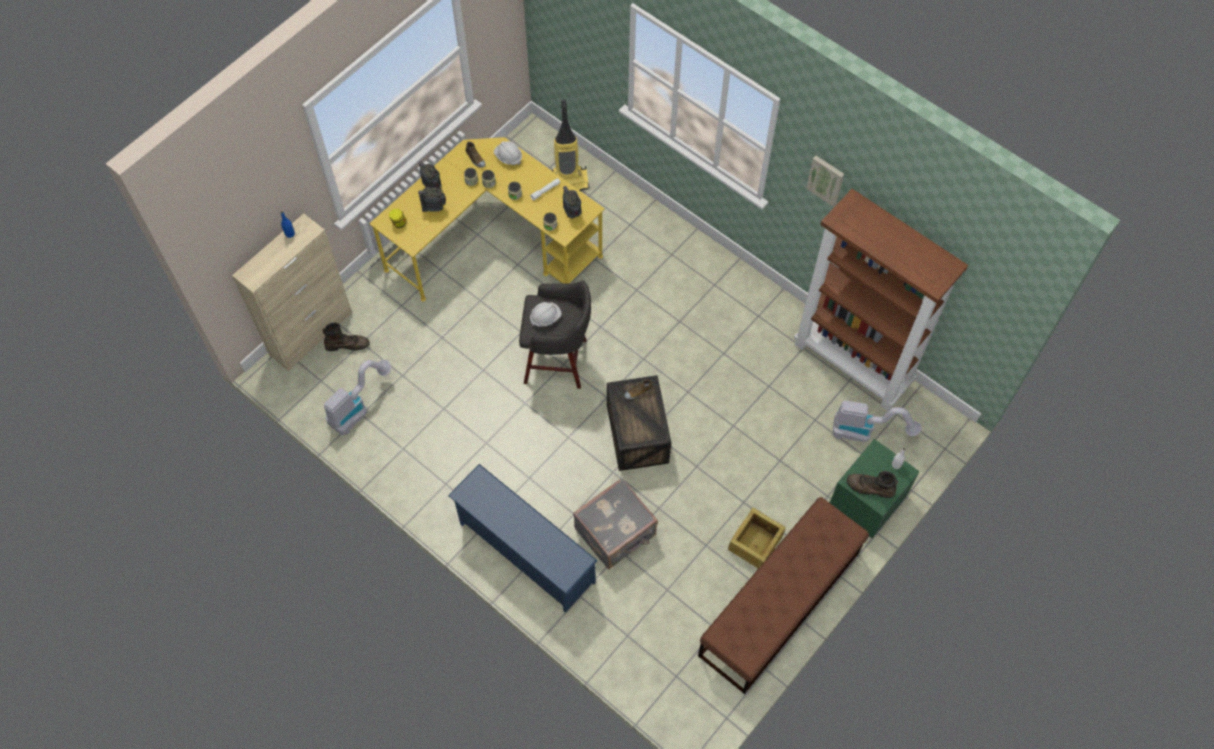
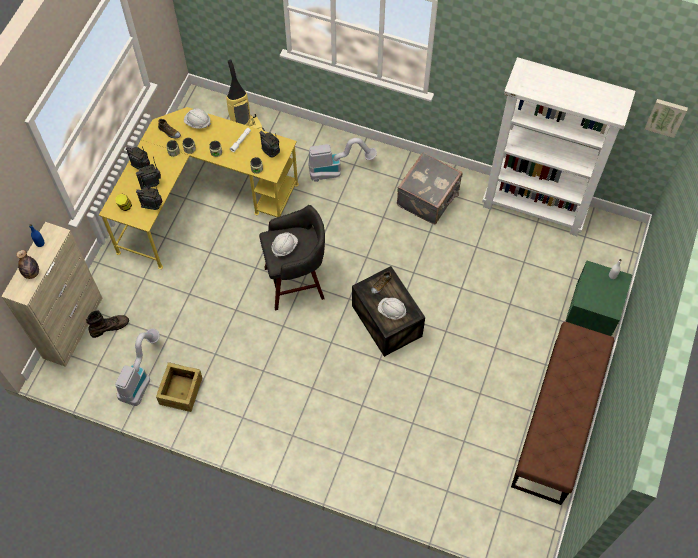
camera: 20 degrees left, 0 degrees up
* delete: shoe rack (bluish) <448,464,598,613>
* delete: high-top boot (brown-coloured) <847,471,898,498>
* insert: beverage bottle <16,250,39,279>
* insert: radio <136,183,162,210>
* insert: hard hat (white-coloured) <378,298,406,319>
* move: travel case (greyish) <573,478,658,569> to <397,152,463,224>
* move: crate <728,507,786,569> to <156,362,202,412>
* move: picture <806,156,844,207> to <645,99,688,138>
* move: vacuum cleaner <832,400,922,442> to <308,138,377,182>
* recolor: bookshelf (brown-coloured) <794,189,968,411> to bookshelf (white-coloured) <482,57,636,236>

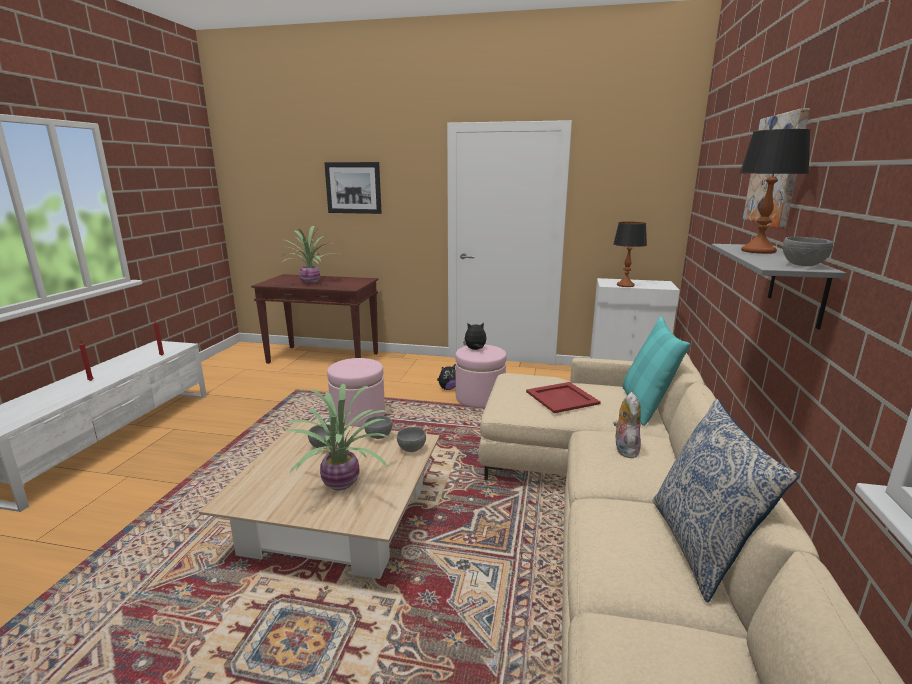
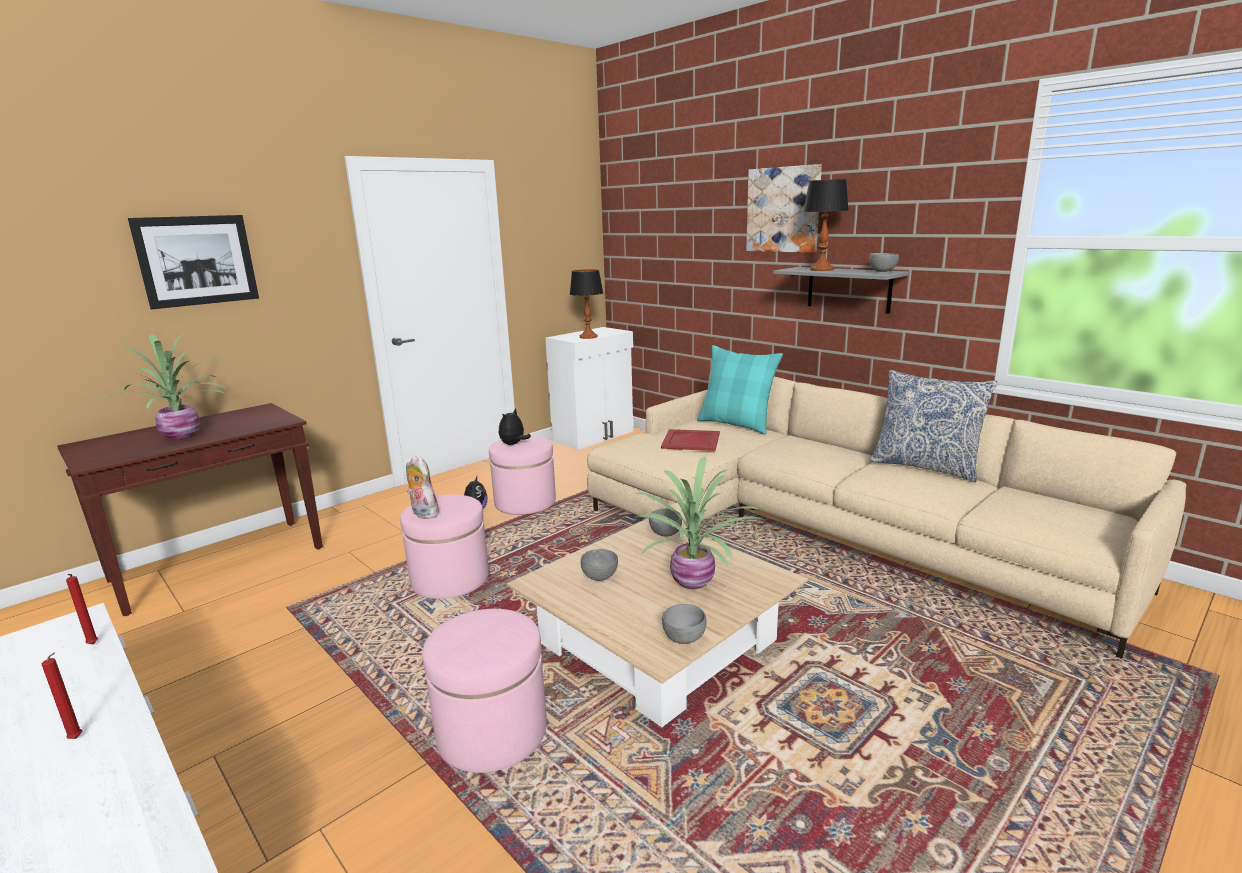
camera: 55 degrees left, 0 degrees up
* insert: pouffe (pinkish) <423,609,547,773>
* move: serving bowl (greyish) <364,416,392,439> to <662,604,706,644>
* move: soft toy <613,392,641,458> to <406,456,439,519>

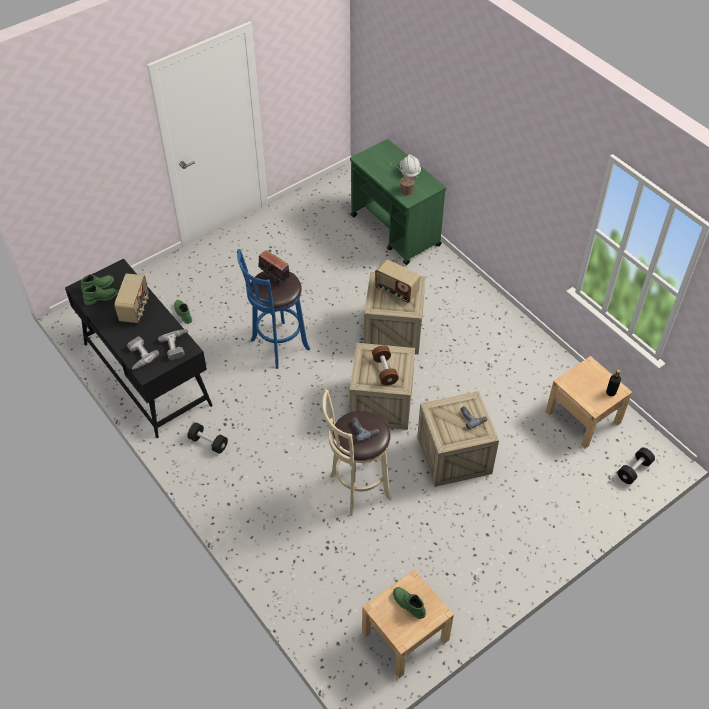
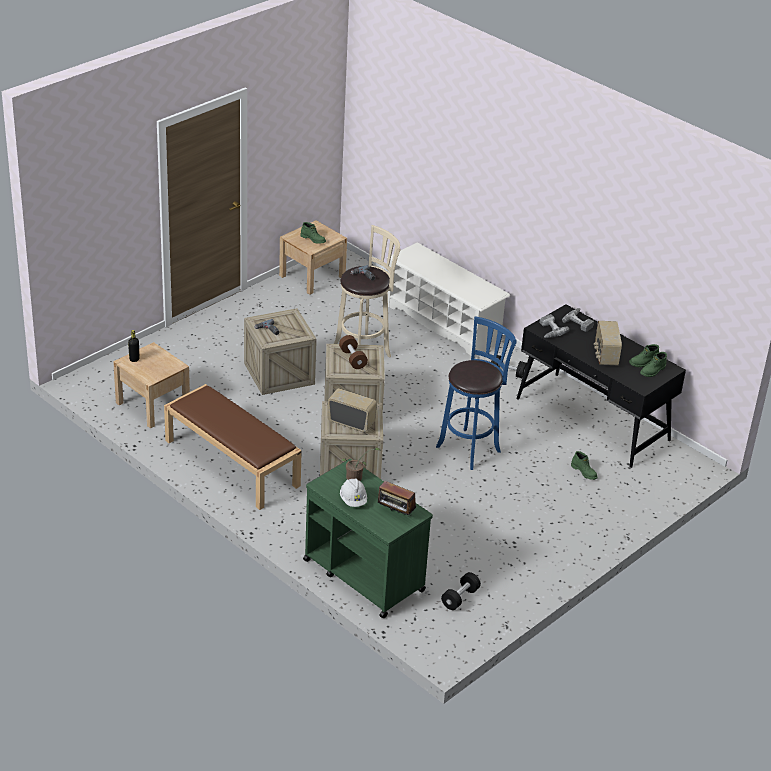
camera: 170 degrees right, 15 degrees down
* insert: indoor bench (brown-coloured) <164,384,302,510>
* insert: shoe rack (white-coloured) <387,242,510,358>
* move: radio <258,250,290,283> to <378,481,416,516>
* move: free weight (black) <617,447,655,484> to <441,572,481,610>

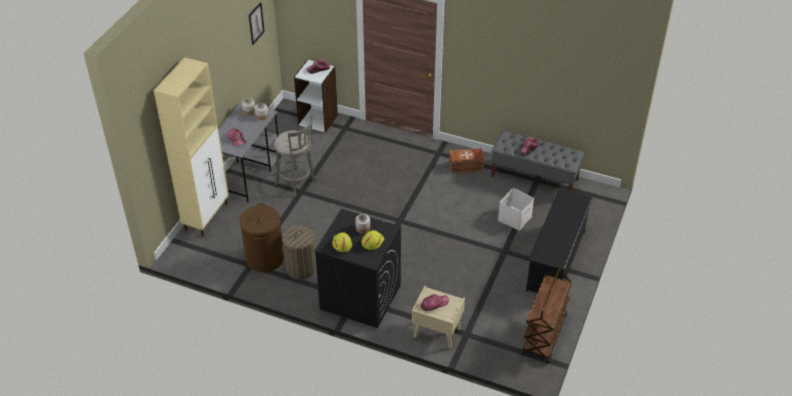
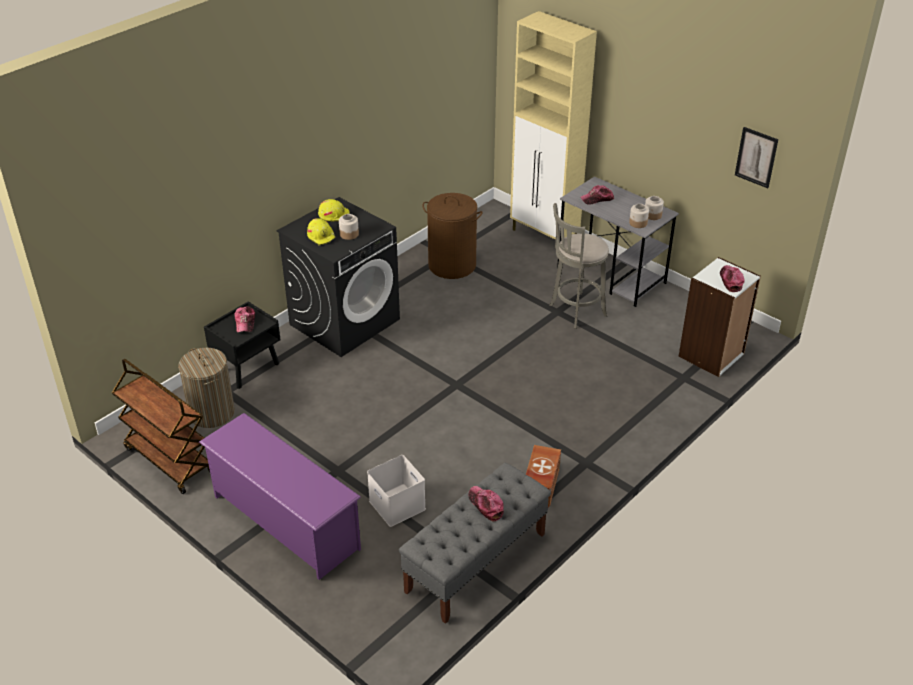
camera: 110 degrees right, 5 degrees down
* move: laundry basket <282,225,317,280> to <178,348,235,428>
* recolor: nightstand (beige-coloured) <412,286,465,349> to nightstand (black) <204,301,281,389>
* recolor: shoe rack (black) <526,188,593,293> to shoe rack (purple-coloured) <199,413,361,580>

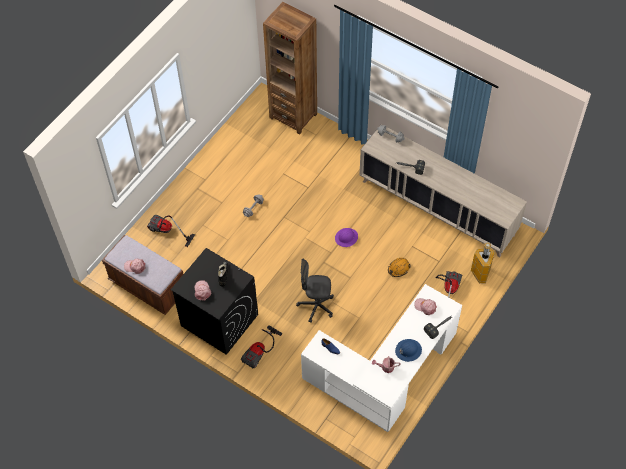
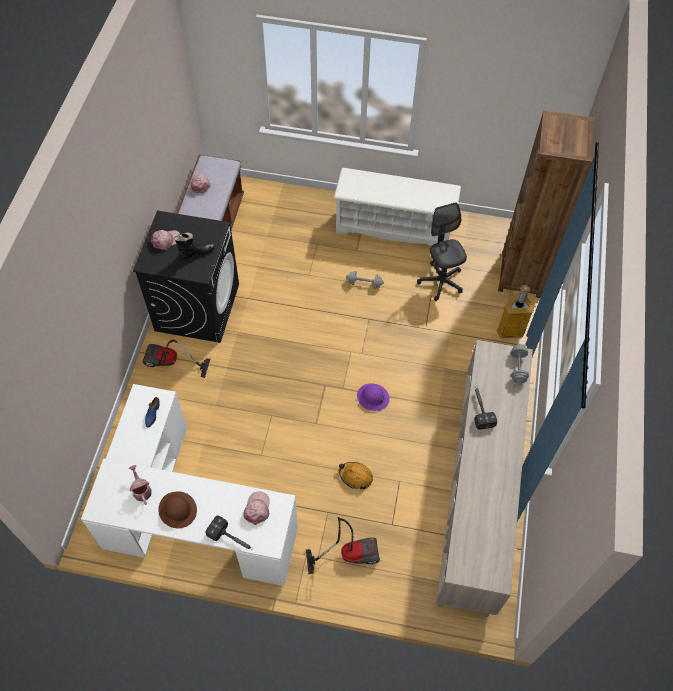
camera: 65 degrees right, 0 degrees up
* delete: vacuum cleaner <147,215,195,247>
* insert: shoe rack (white-coloured) <334,168,461,246>
* move: desk chair (greyish) <296,259,334,322> to <417,202,467,301>
* move: trash can <471,242,495,283> to <496,285,534,338>
* recolor: hard hat (bluish) <395,339,422,362> to hard hat (brown-coloured) <159,492,197,529>

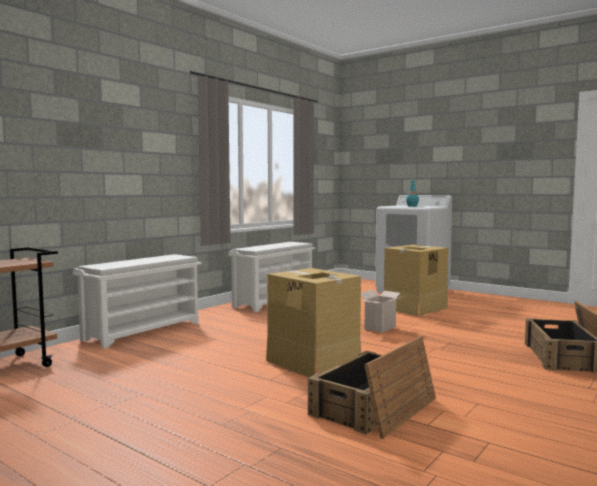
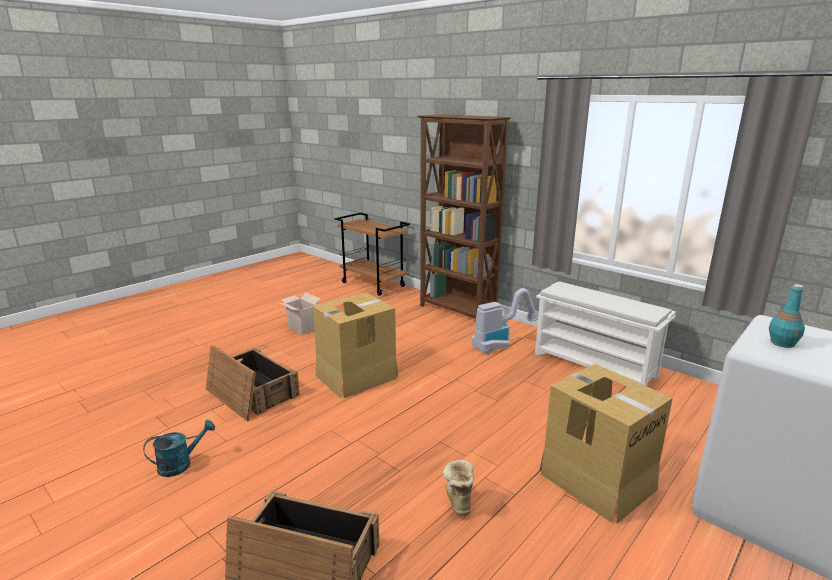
camera: 95 degrees right, 15 degrees up
* insert: watering pot (turquoise) <143,420,215,477>
* insert: high-top boot <443,460,474,516>
* insert: vacuum cleaner <472,288,539,355>
* move: carton <361,289,404,333> to <279,293,320,335>
* replace: shoe rack (white-coloured) <73,254,202,349> to bookshelf (brown-coloured) <417,114,511,319>

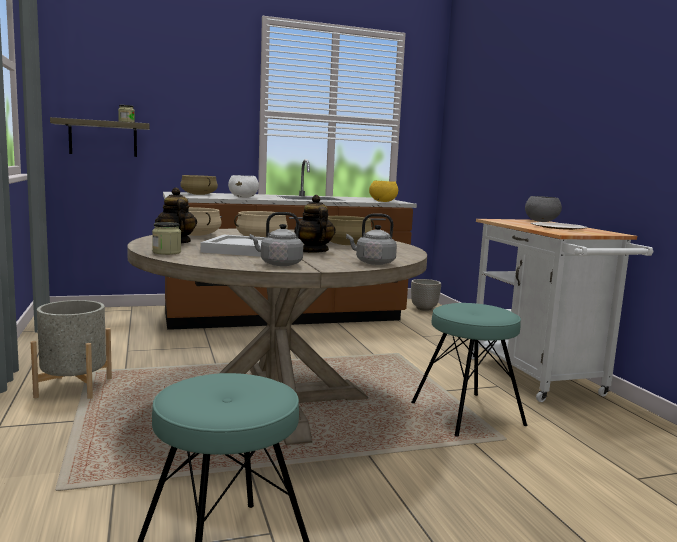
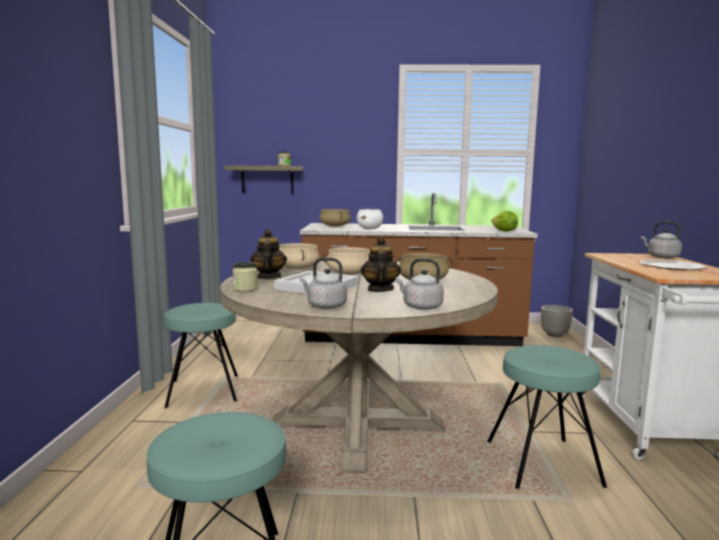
camera: 20 degrees right, 0 degrees up
* replace: planter (greyish) <31,300,112,399> to stool seat (turquoise) <164,303,238,408>
* replace: serving bowl (yellowish) <369,181,398,202> to head of lettuce <491,211,518,231>
* replace: serving bowl (greyish) <525,196,562,222> to kettle (greyish) <641,221,682,258>

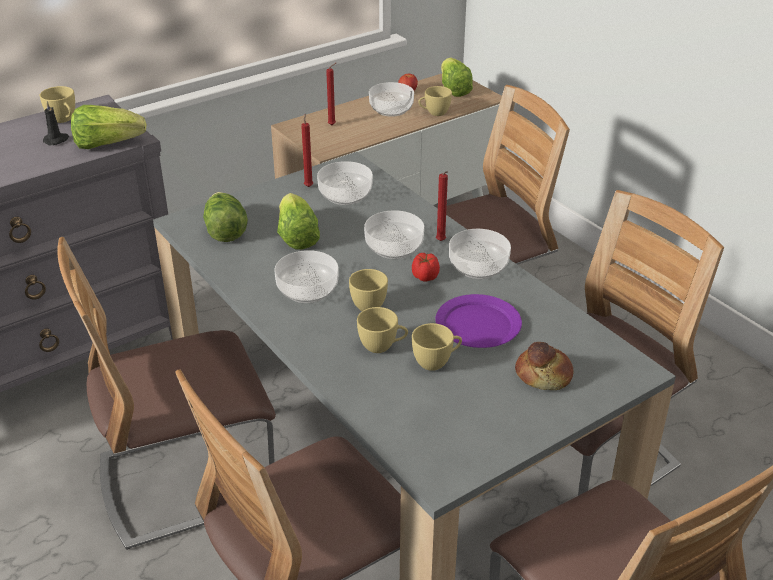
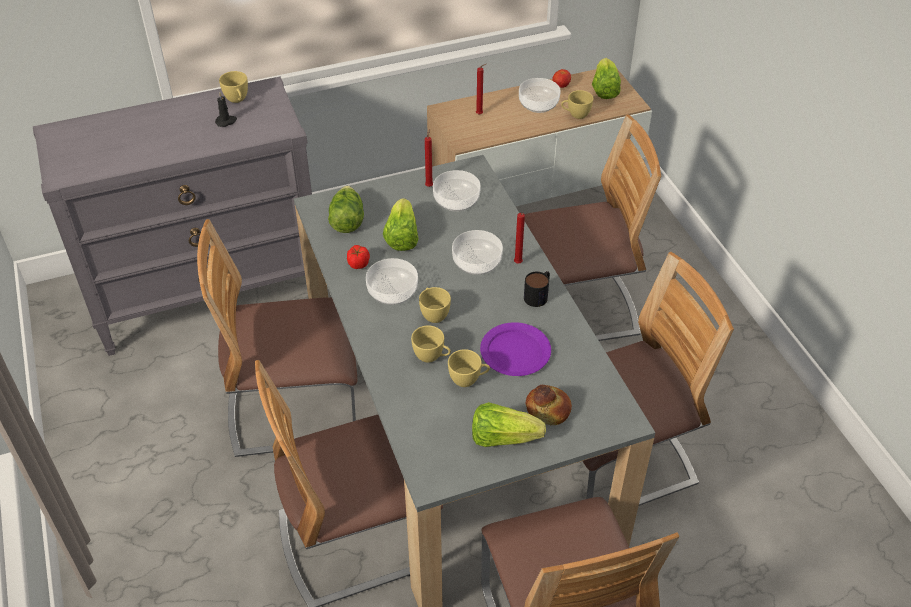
camera: 15 degrees right, 10 degrees up
* move: head of lettuce <71,105,146,149> to <472,402,546,447>
* move: whole tomato <412,253,440,282> to <347,245,370,269>
* replace: serving bowl <449,229,511,279> to mug <524,271,550,307>

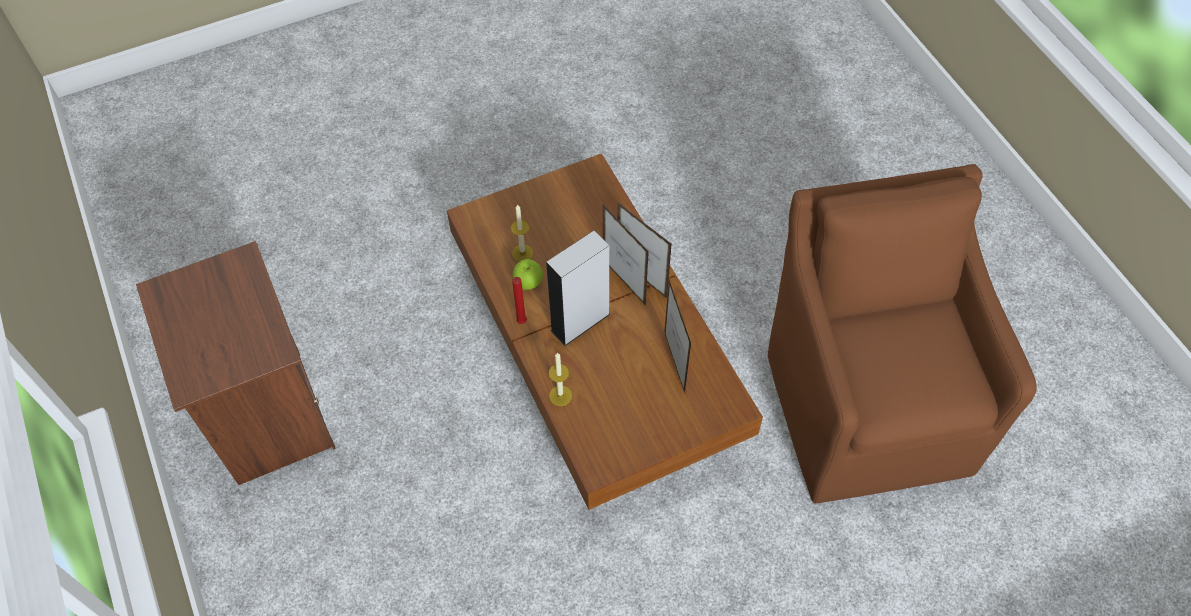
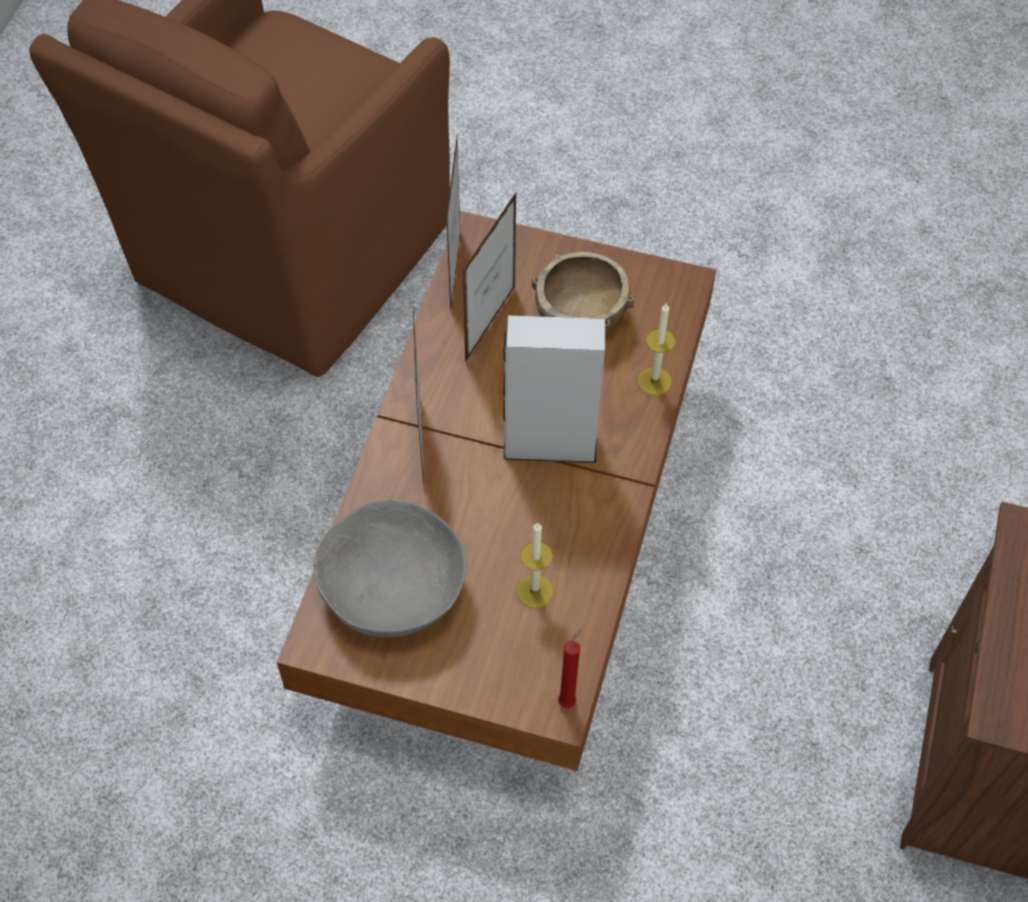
camera: 140 degrees left, 0 degrees up
* delete: apple <513,259,543,290>
* insert: serving bowl (greyish) <313,500,467,637>
* insert: serving bowl (brown-coloured) <532,252,634,332>
* move: candle (red-coloured) <512,277,527,324> to <558,628,582,709>
* move: standing frame <603,204,649,306> to <446,138,460,311>

